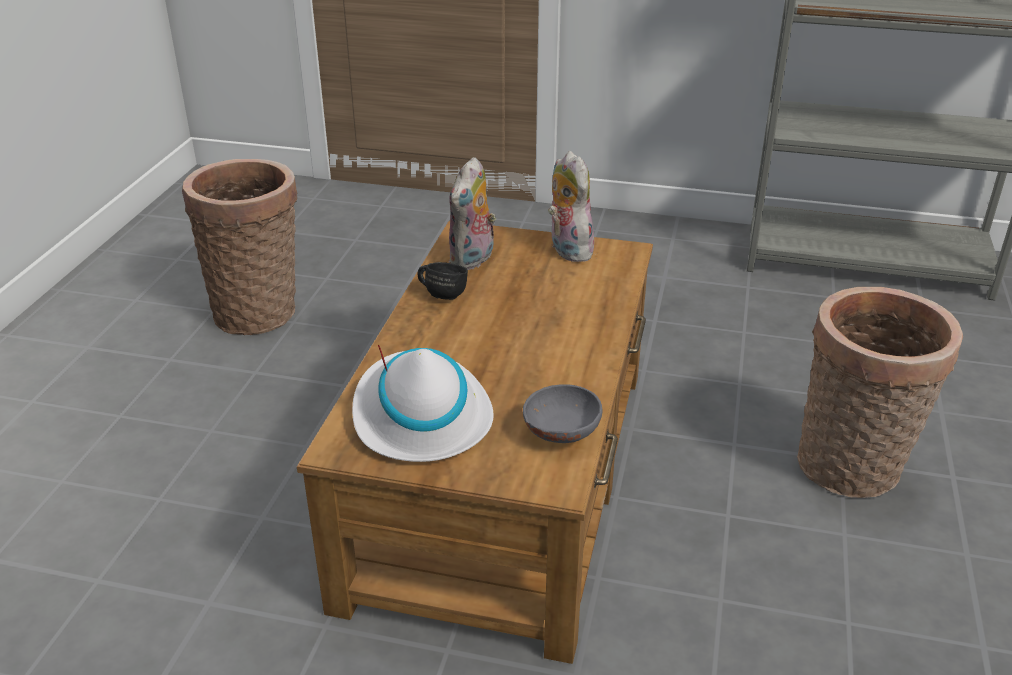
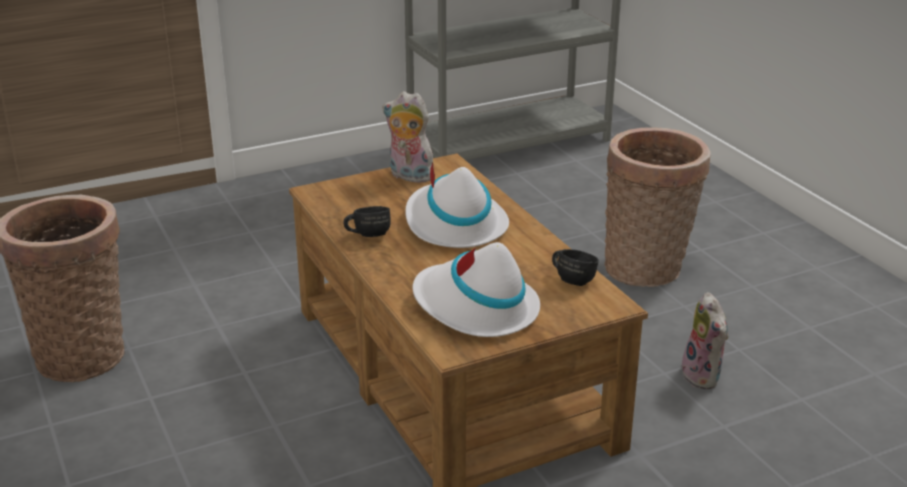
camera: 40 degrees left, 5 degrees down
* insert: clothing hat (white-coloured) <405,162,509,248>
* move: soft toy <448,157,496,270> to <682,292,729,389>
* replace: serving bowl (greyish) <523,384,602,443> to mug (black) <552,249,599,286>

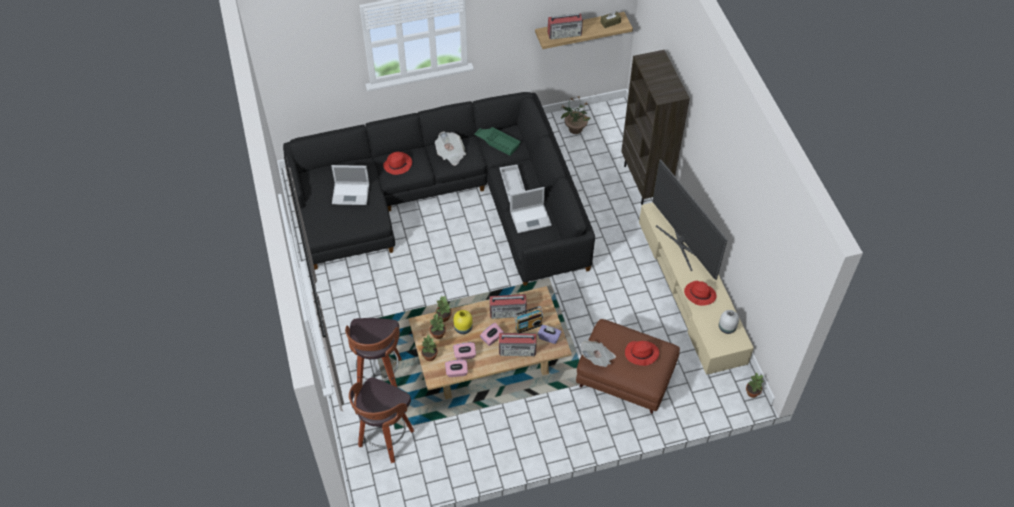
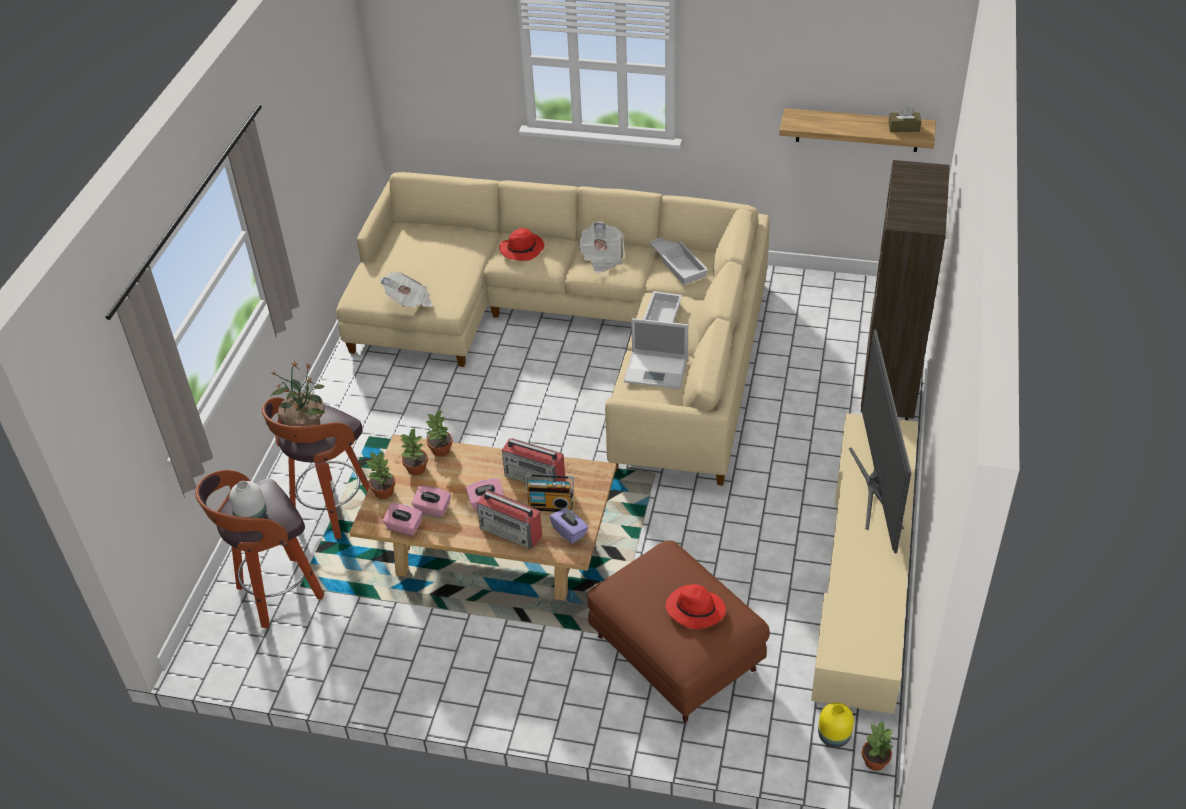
camera: 30 degrees right, 10 degrees down
* delete: notebook computer <331,165,369,205>
* delete: radio <548,14,583,39>
* delete: clothing hat (red-coloured) <684,281,716,306>
* move: vase (yellowish) <453,310,473,334> to <818,702,854,748>
* move: plant in a pot <561,96,590,134> to <269,360,325,426>
* move: printed paper <581,341,616,367> to <380,272,433,308>
* move: vase (white-coloured) <719,310,739,334> to <229,481,267,519>
* recolor: sofa (black) <283,92,595,286> to sofa (beige-coloured) <336,172,770,486>
* recolor: tray (green-coloured) <474,127,521,156> to tray (white-coloured) <649,237,708,285>

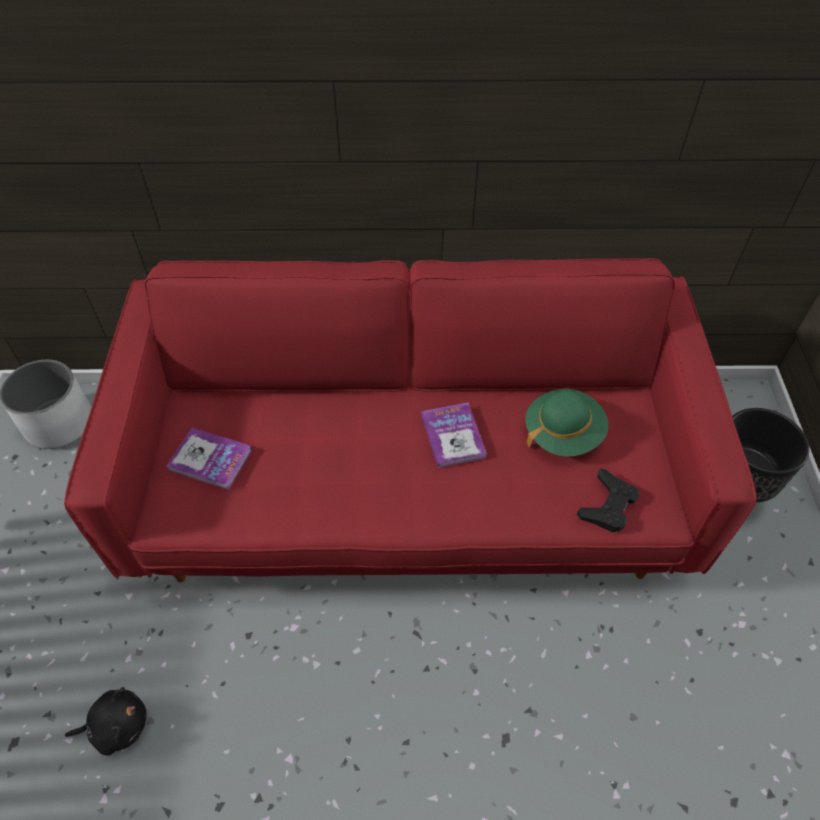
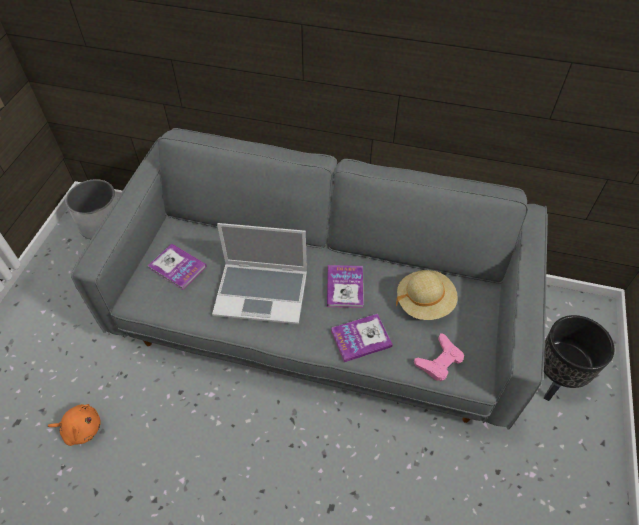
camera: 15 degrees right, 0 degrees up
* insert: notebook computer <212,223,307,325>
* insert: bound book <331,314,393,362>
* recolor: sofa (red-coloured) <64,258,757,582> to sofa (greyish) <71,128,548,429>
* recolor: soft toy (black) <65,687,147,755> to soft toy (orange-coloured) <48,404,101,446>
* recolor: clothing hat (green-coloured) <525,389,609,457> to clothing hat (beige-coloured) <396,270,458,320>
* recolor: game controller (black) <577,469,639,532> to game controller (pinkish) <414,333,464,381>

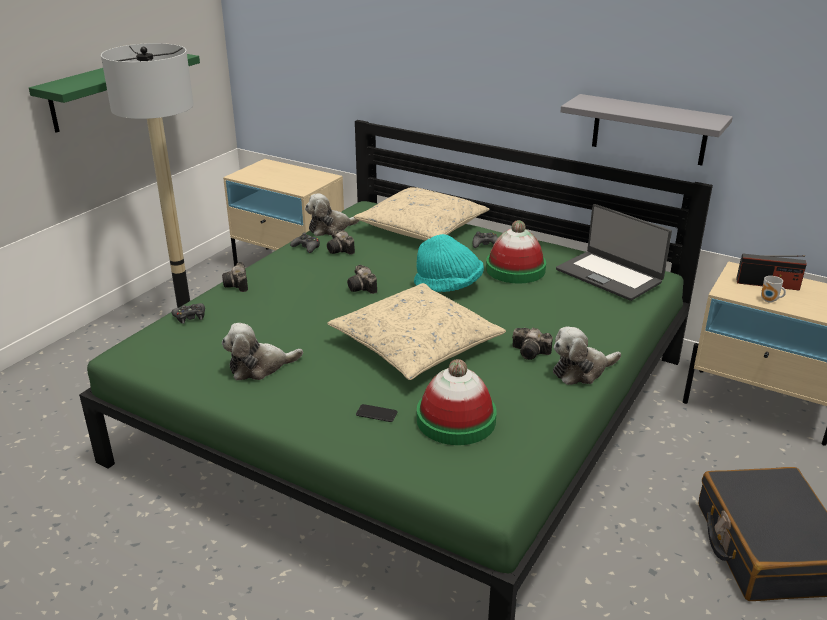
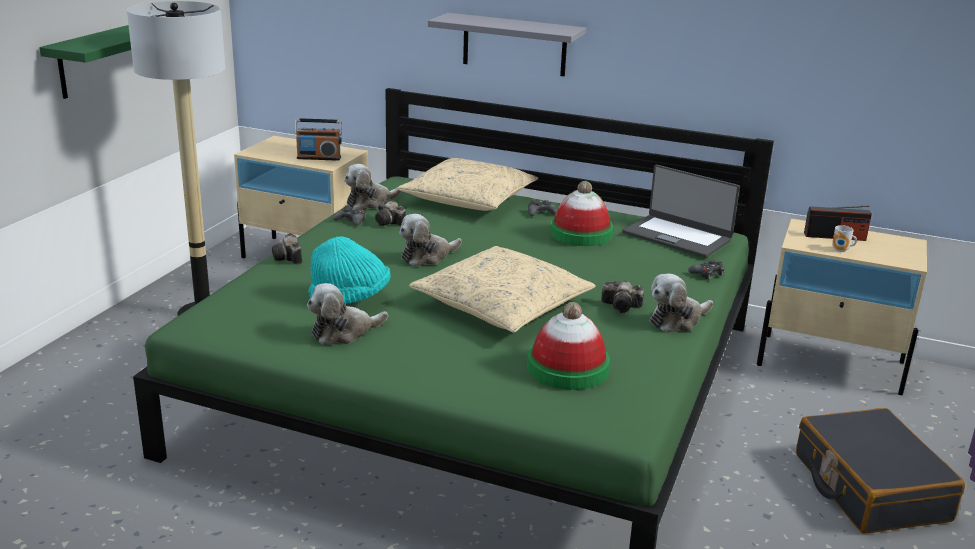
camera: 10 degrees left, 5 degrees down
* delete: handset <356,404,398,422>
* insert: radio <294,118,342,161>
* move: game controller (black) <172,303,205,324> to <688,260,724,280>
* move: clothing hat (turquoise) <414,234,484,292> to <308,237,391,304>
* move: wall shelf (greyish) <560,94,733,165> to <428,13,586,76>
* replace: photo camera <347,265,377,294> to soft toy <399,214,462,267>

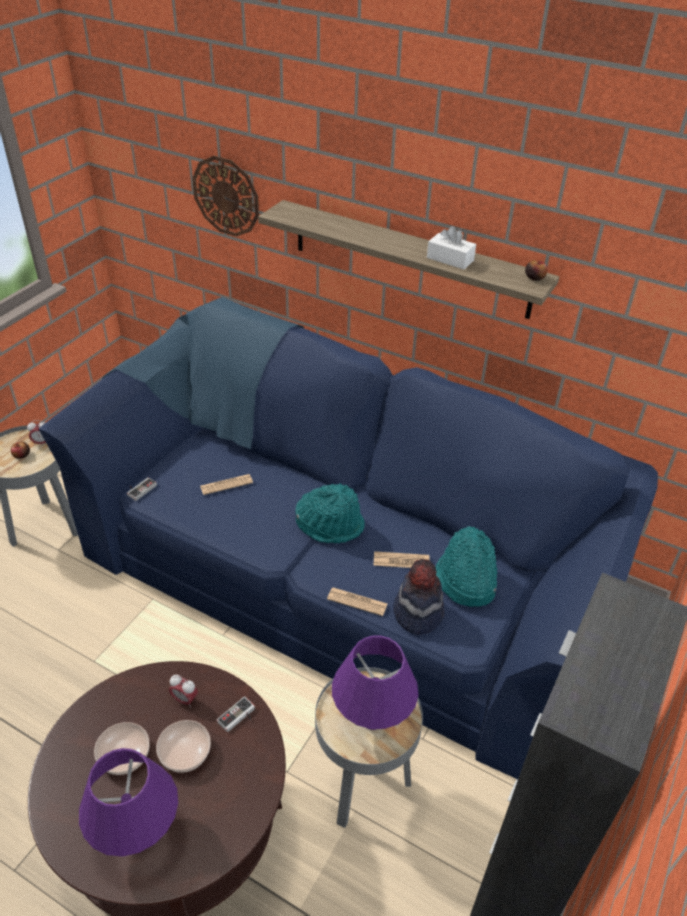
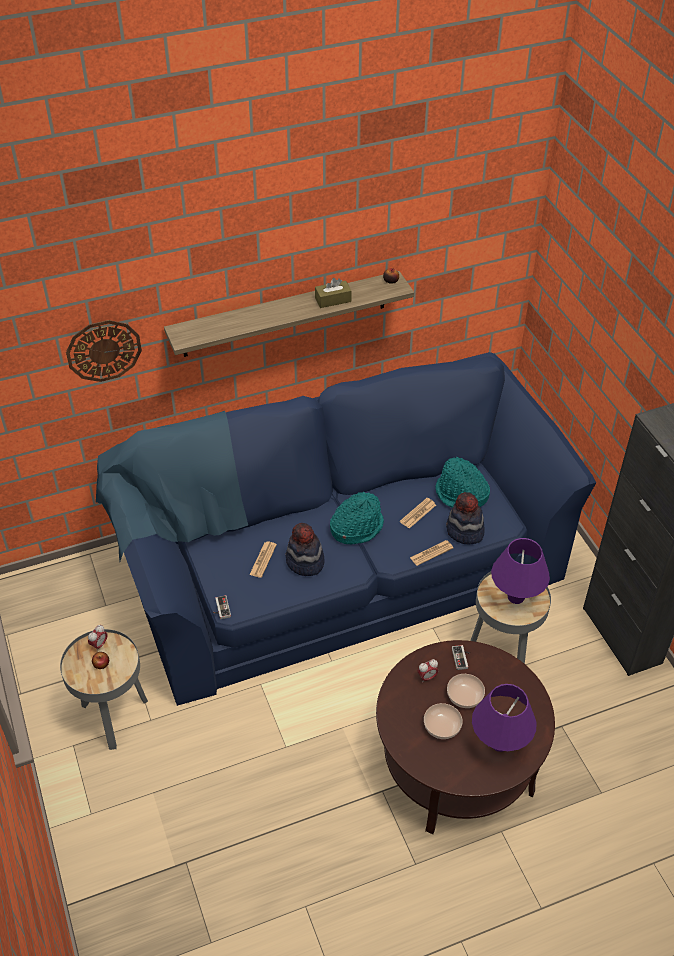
camera: 50 degrees left, 5 degrees up
* insert: clothing hat <286,523,325,576>
* recolor: tissue box (white-coloured) <427,226,476,270> to tissue box (brown-coloured) <315,278,352,308>

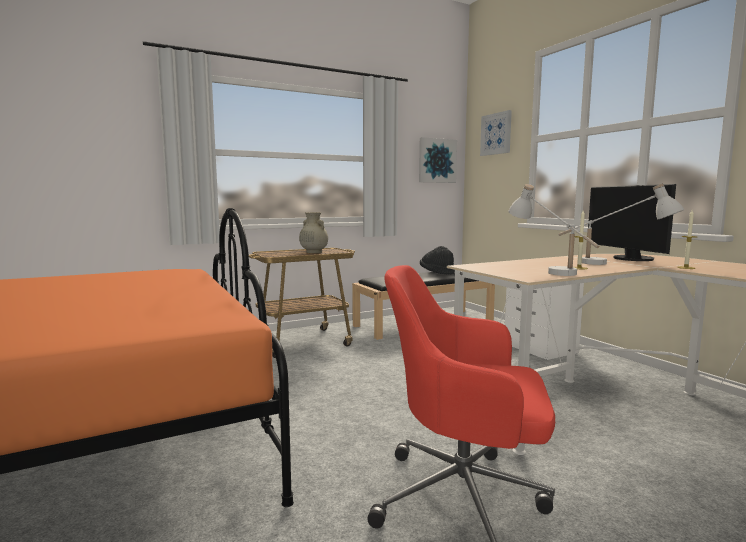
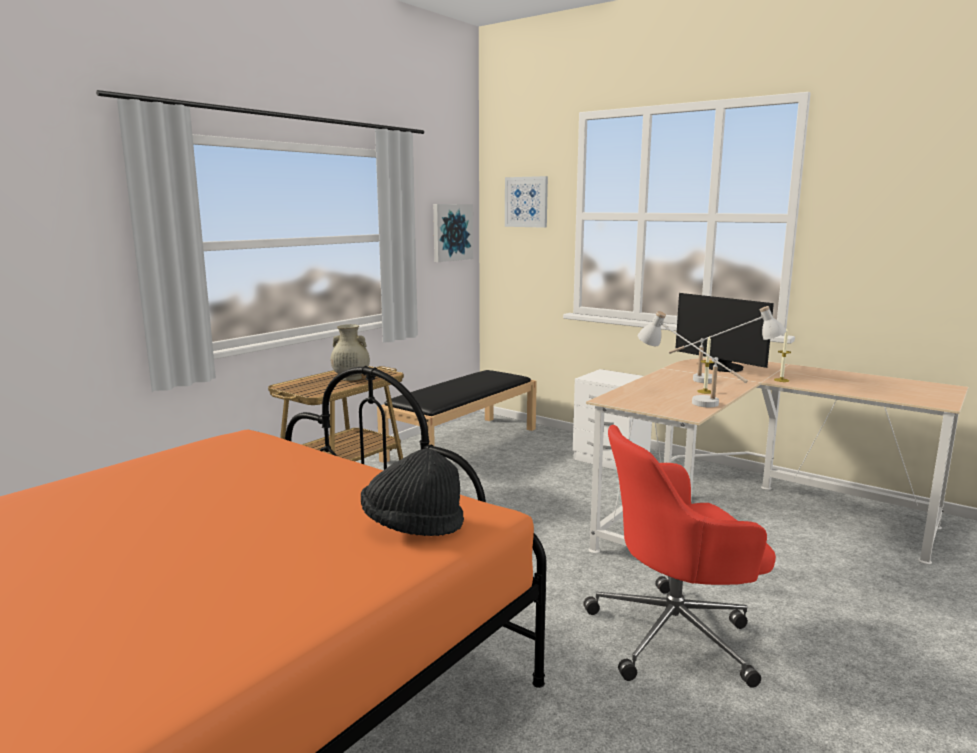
camera: 25 degrees left, 5 degrees up
* move: clothing hat (black) <420,246,455,275> to <361,449,464,536>

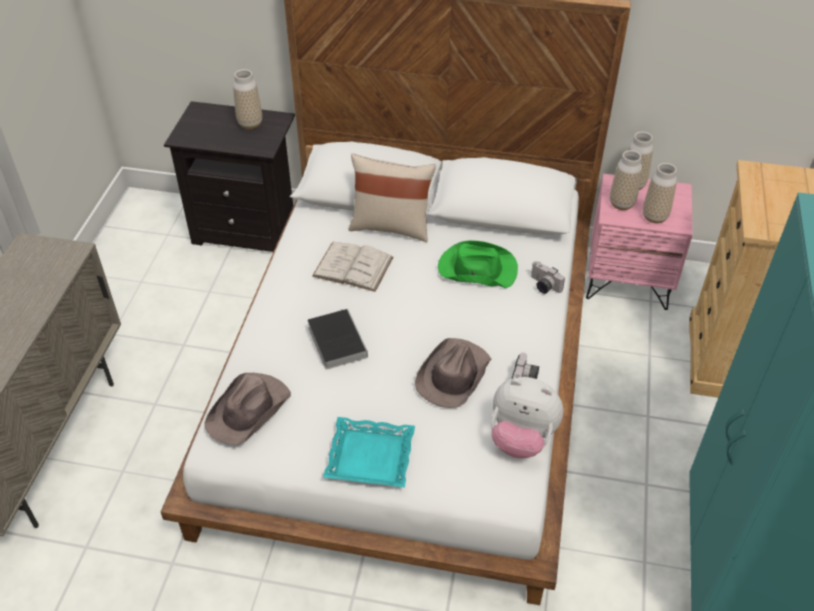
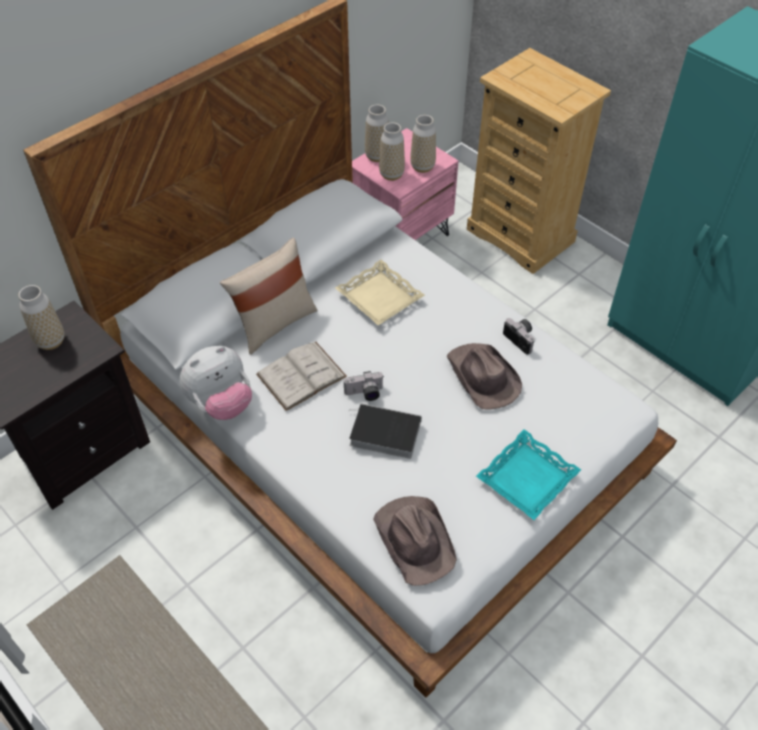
camera: 55 degrees left, 5 degrees up
* move: soft toy <491,377,564,458> to <179,346,252,420>
* move: photo camera <531,261,565,294> to <344,371,383,401>
* replace: clothing hat (green-coloured) <438,240,518,288> to tray (beige-coloured) <335,260,425,326>

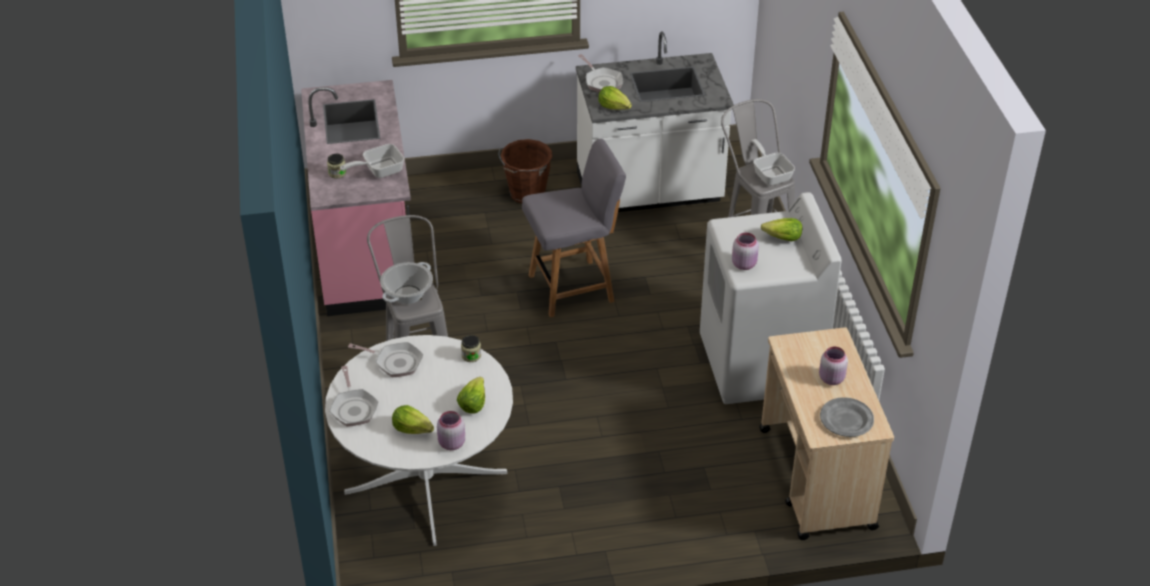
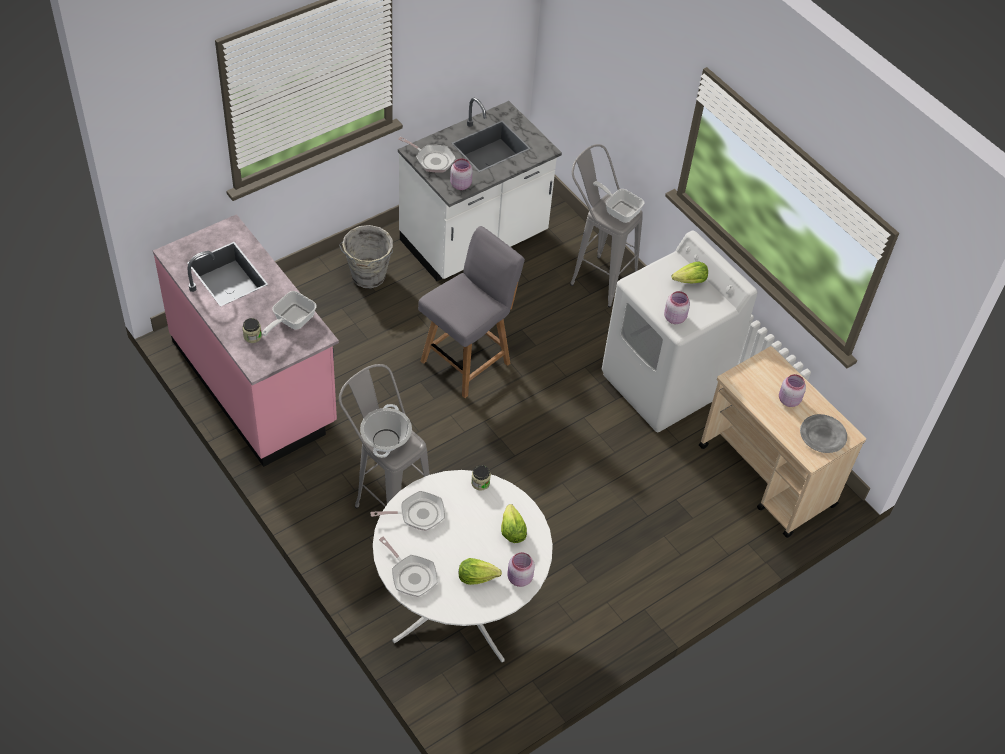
camera: 30 degrees left, 10 degrees up
* replace: head of lettuce <598,86,632,110> to storage jar (pinkish) <450,158,473,190>
* recolor: pail (brown-coloured) <498,139,552,204> to pail (greyish) <339,225,393,288>

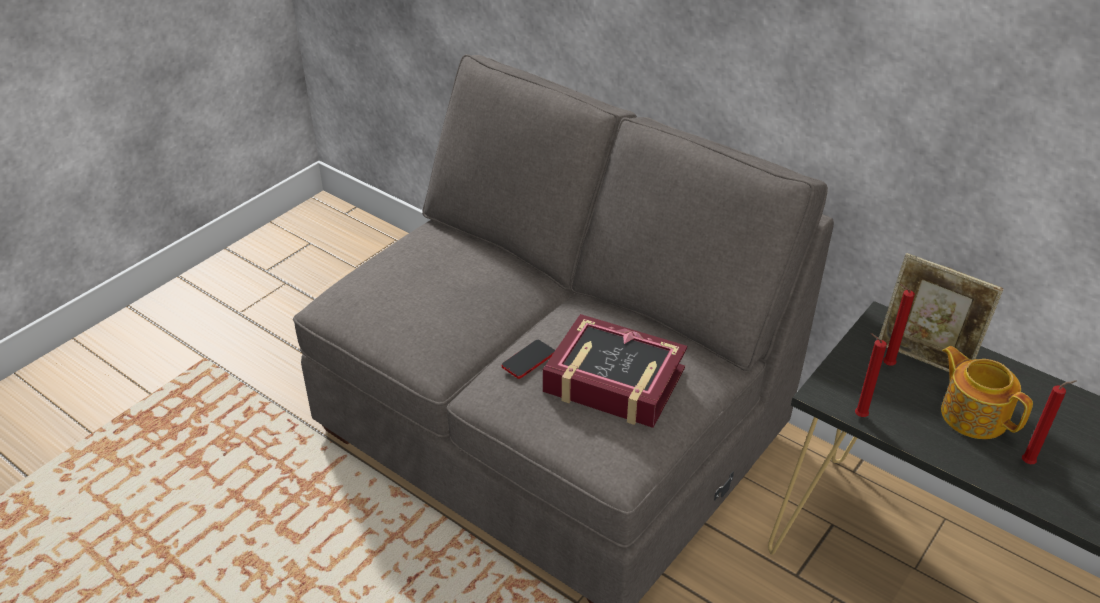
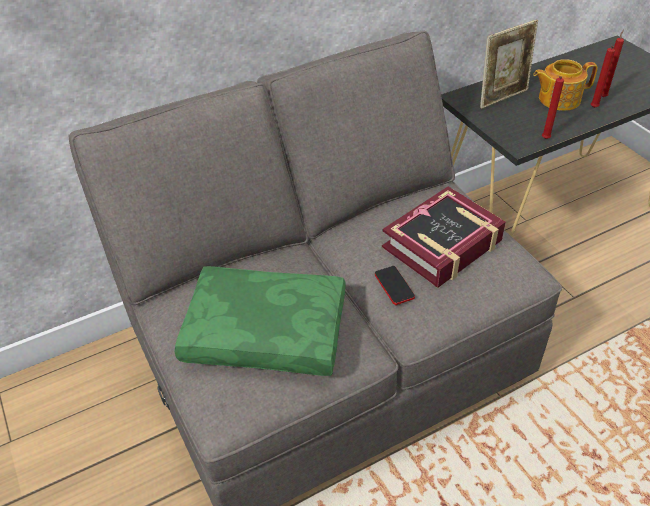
camera: 65 degrees left, 5 degrees up
* insert: cushion (green-coloured) <174,266,345,376>
* move: candle (red-coloured) <883,284,915,366> to <591,46,615,108>

